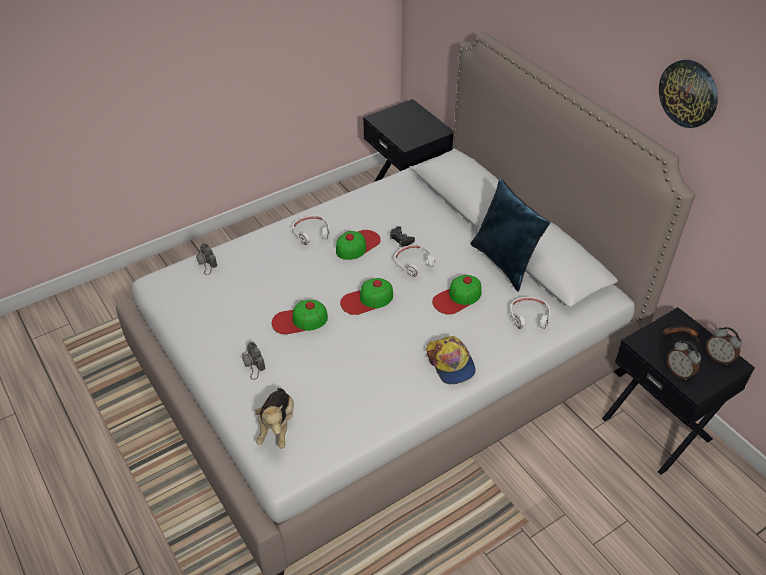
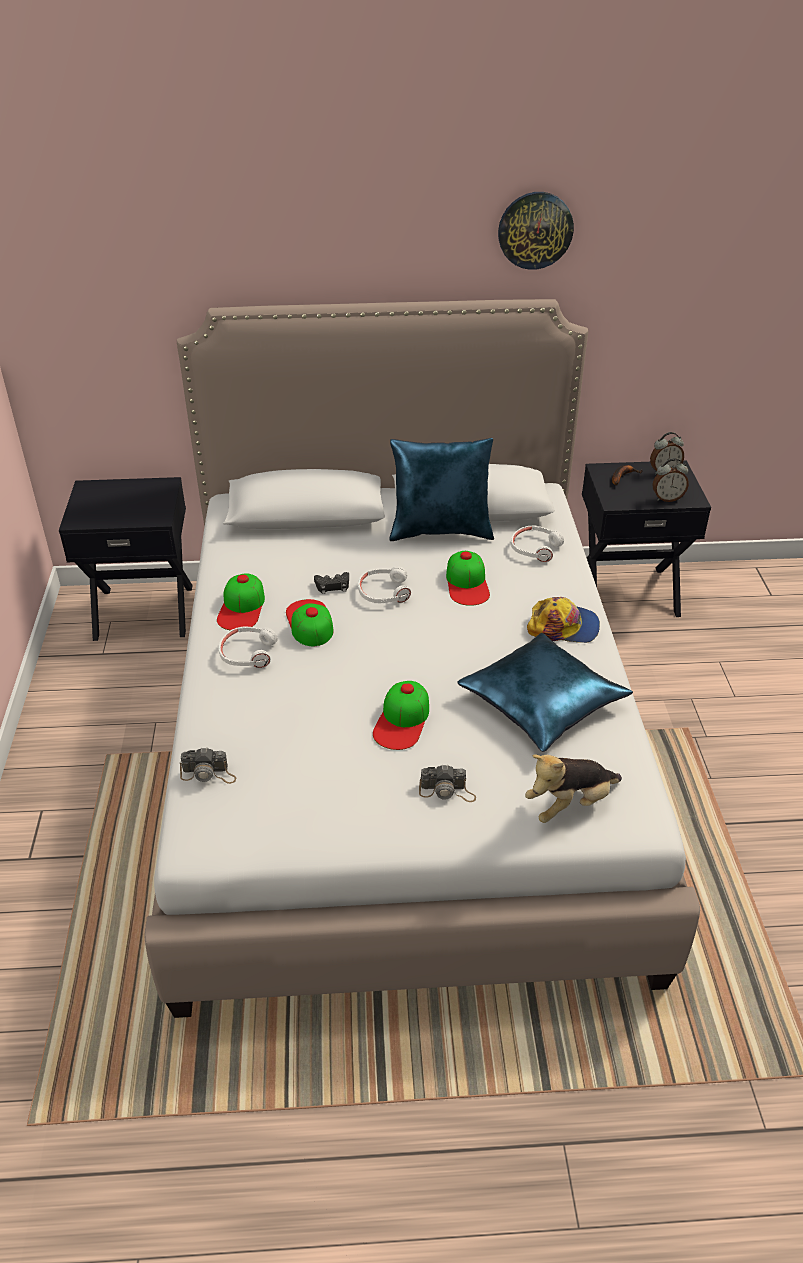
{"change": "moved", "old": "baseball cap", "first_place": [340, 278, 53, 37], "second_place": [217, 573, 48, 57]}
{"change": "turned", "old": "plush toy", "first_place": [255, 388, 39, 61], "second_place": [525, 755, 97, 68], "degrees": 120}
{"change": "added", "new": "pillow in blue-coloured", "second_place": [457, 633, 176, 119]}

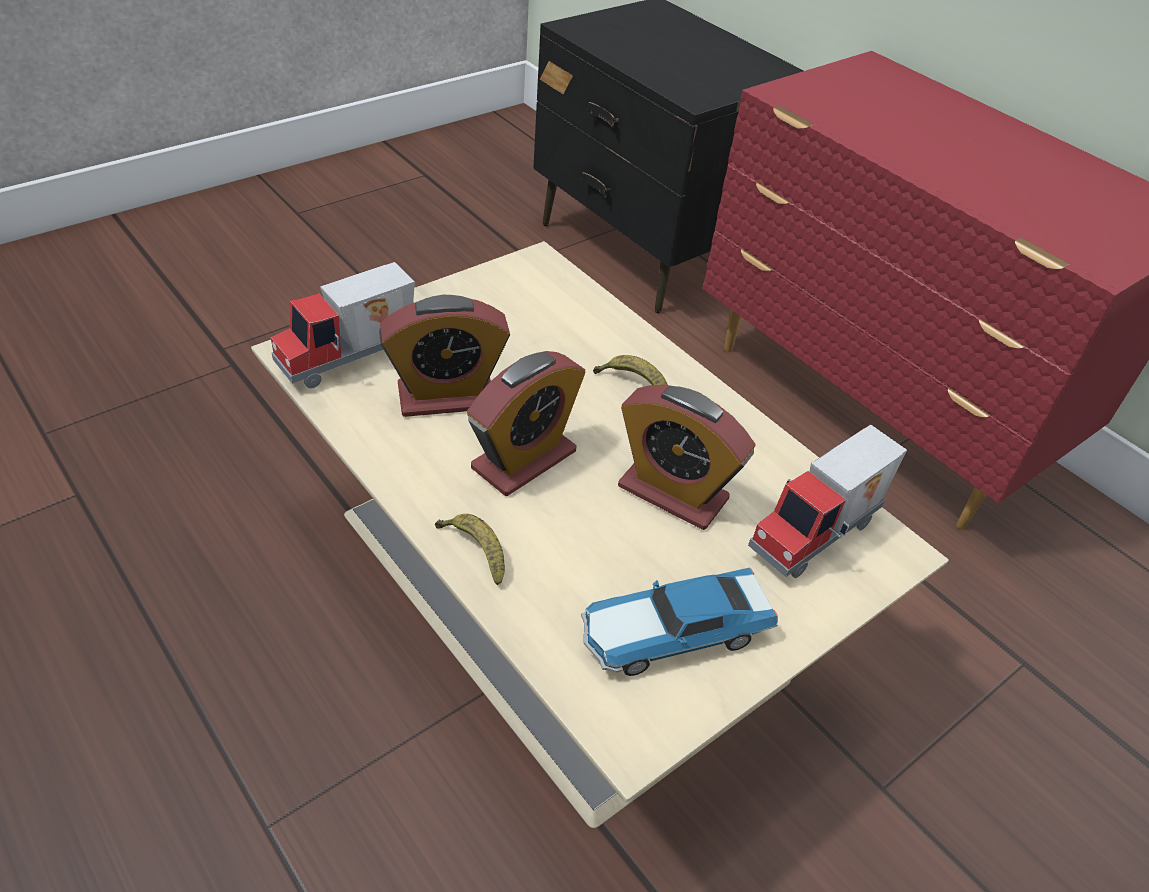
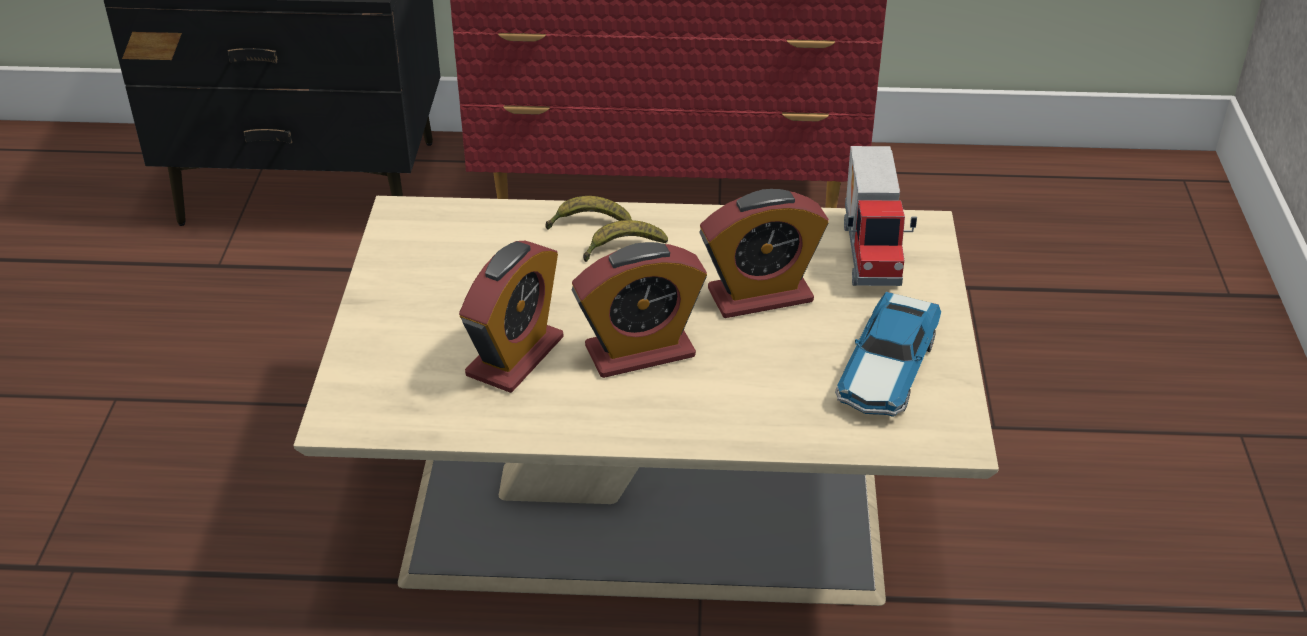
{"change": "removed", "old": "toy lorry", "first_place": [271, 262, 144, 126]}
{"change": "turned", "old": "alarm clock", "first_place": [467, 351, 119, 145], "second_place": [572, 242, 135, 136], "degrees": 75}
{"change": "moved", "old": "banana fruit", "first_place": [434, 514, 71, 71], "second_place": [545, 196, 87, 34]}

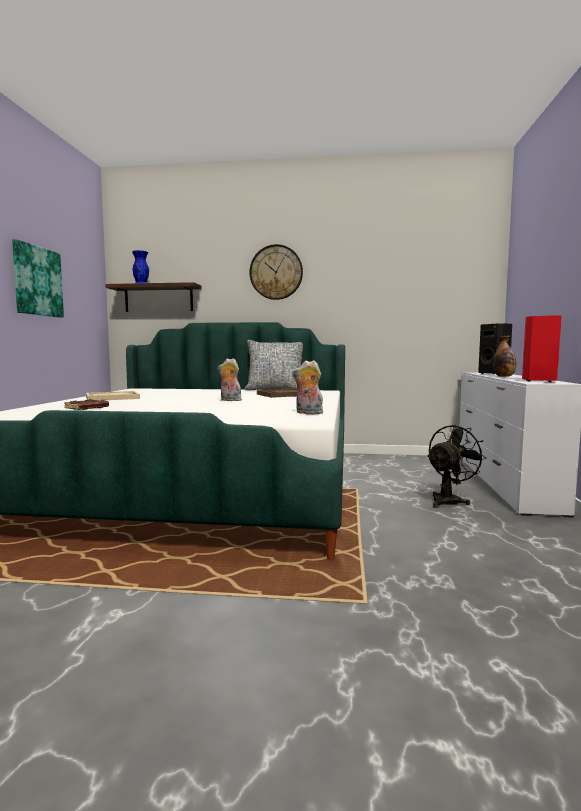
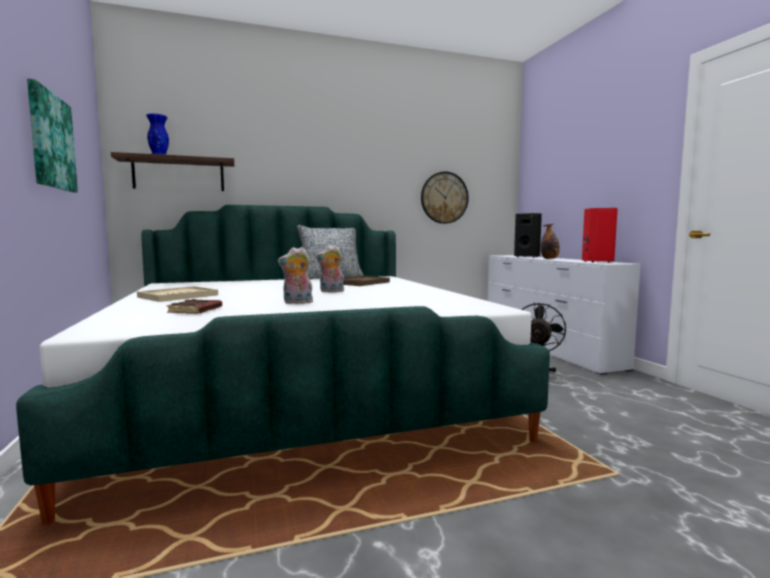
{"change": "moved", "old": "hanging clock", "first_place": [249, 244, 54, 56], "second_place": [421, 171, 48, 53]}
{"change": "moved", "old": "plush toy", "first_place": [292, 360, 31, 55], "second_place": [278, 247, 35, 57]}

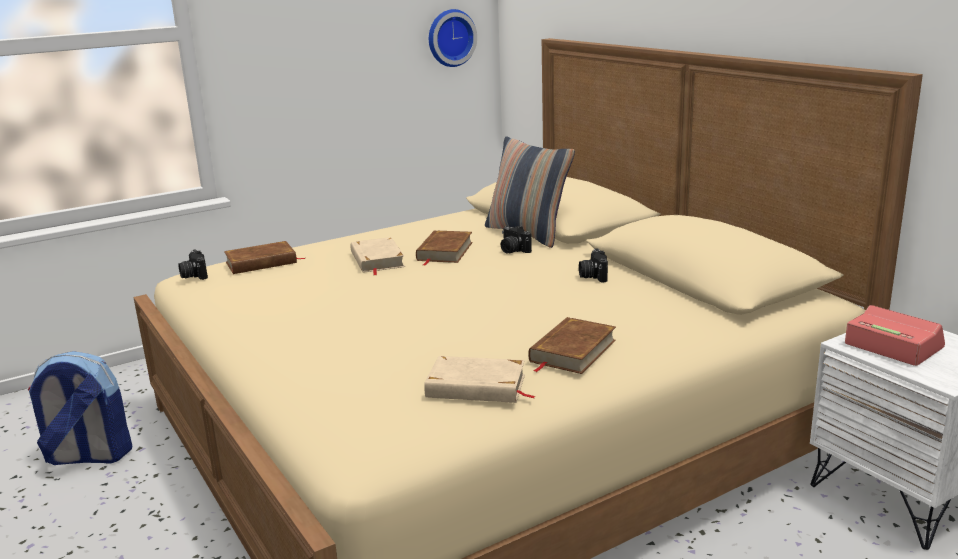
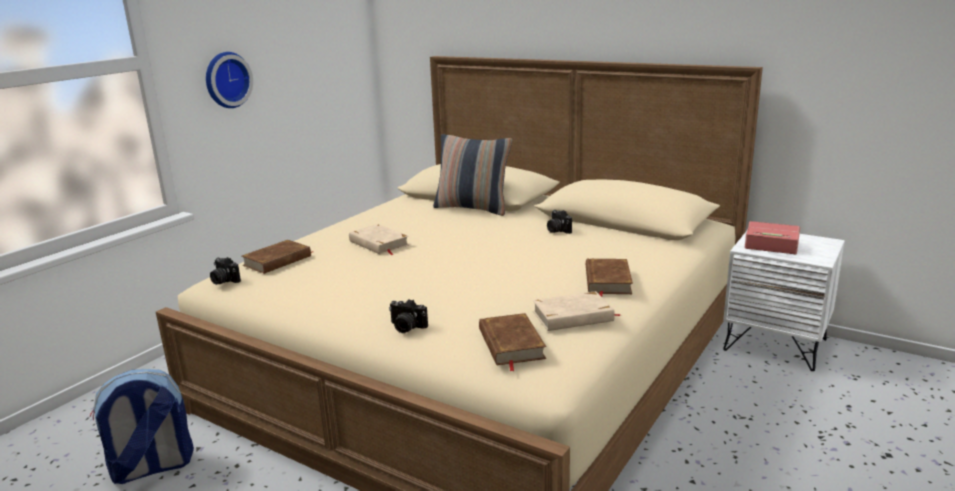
{"change": "moved", "old": "hanging clock", "first_place": [429, 9, 48, 58], "second_place": [206, 52, 47, 56]}
{"change": "moved", "old": "photo camera", "first_place": [501, 226, 31, 27], "second_place": [389, 299, 39, 34]}
{"change": "moved", "old": "volume in brown", "first_place": [416, 230, 57, 36], "second_place": [479, 313, 67, 58]}

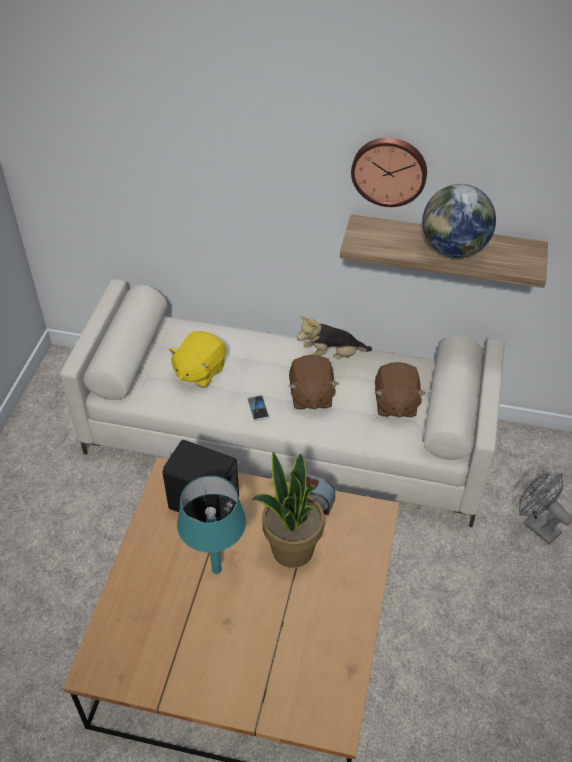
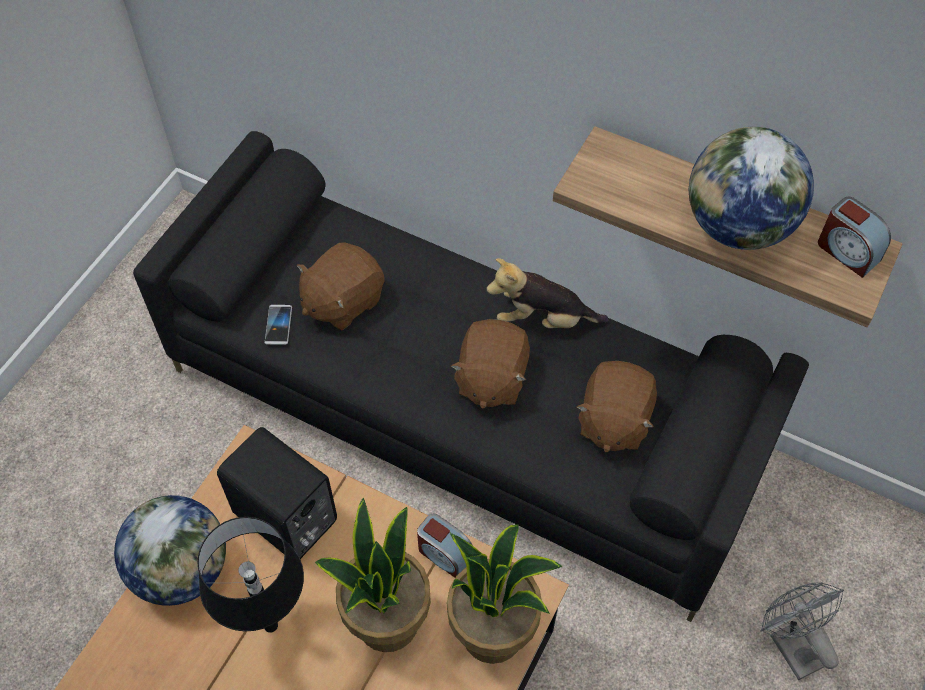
{"change": "removed", "old": "hanging clock", "first_place": [351, 138, 76, 69]}
{"change": "recoloured", "old": "couch in sand-coloured", "new": "couch in black-coloured", "first_place": [60, 279, 445, 248], "second_place": [133, 131, 676, 491]}
{"change": "recoloured", "old": "plush toy in yellow-coloured", "new": "plush toy in brown", "first_place": [169, 331, 57, 57], "second_place": [297, 242, 88, 88]}
{"change": "moved", "old": "telephone", "first_place": [247, 395, 22, 26], "second_place": [265, 305, 27, 40]}
{"change": "recoloured", "old": "table lamp in turquoise-coloured", "new": "table lamp in black-coloured", "first_place": [177, 476, 69, 98], "second_place": [198, 517, 106, 116]}
{"change": "added", "new": "alarm clock", "second_place": [818, 197, 73, 81]}
{"change": "added", "new": "world globe", "second_place": [114, 495, 112, 111]}
{"change": "added", "new": "houseplant", "second_place": [447, 524, 115, 140]}

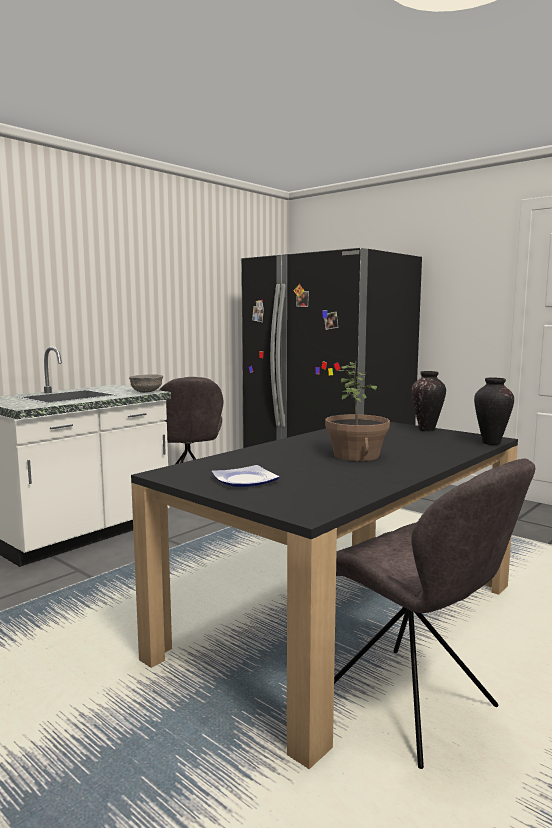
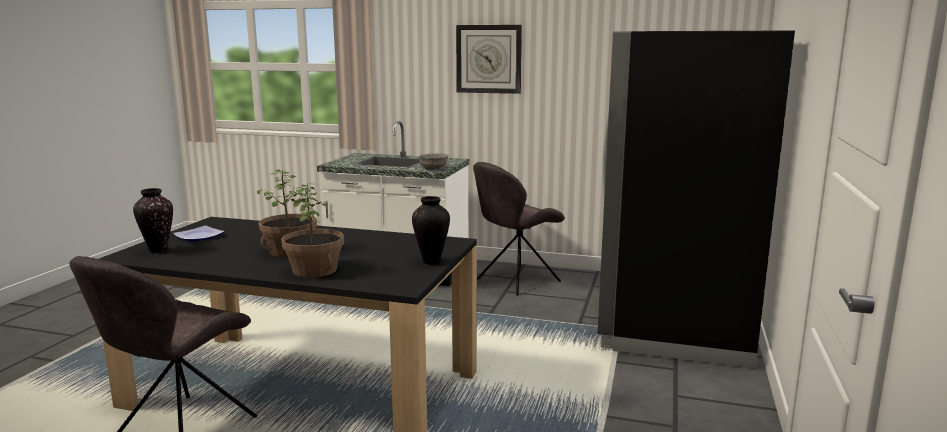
{"change": "moved", "old": "vase", "first_place": [474, 378, 40, 67], "second_place": [133, 188, 40, 65]}
{"change": "added", "new": "hanging clock", "second_place": [456, 25, 66, 69]}
{"change": "added", "new": "houseplant", "second_place": [281, 183, 63, 95]}

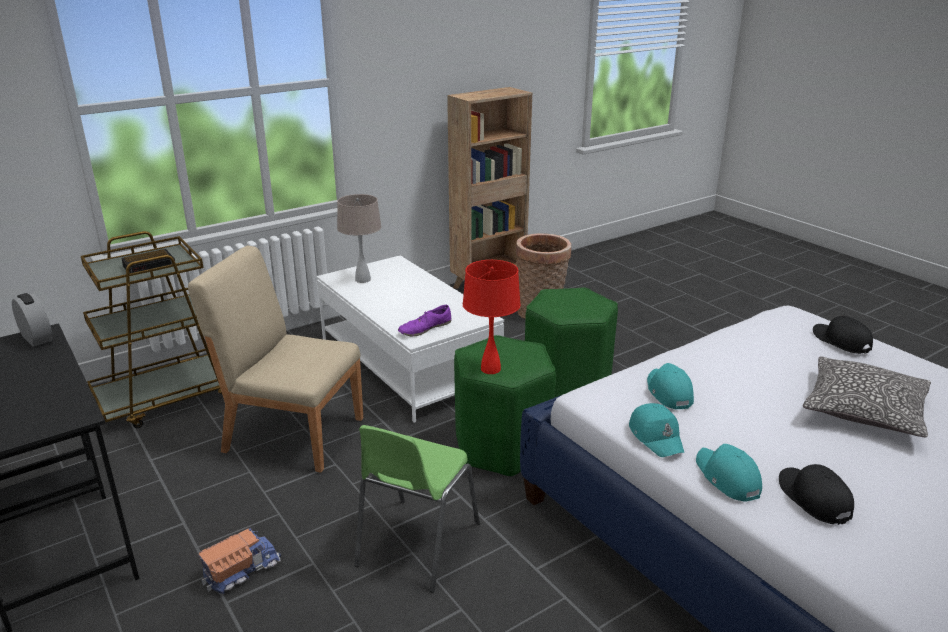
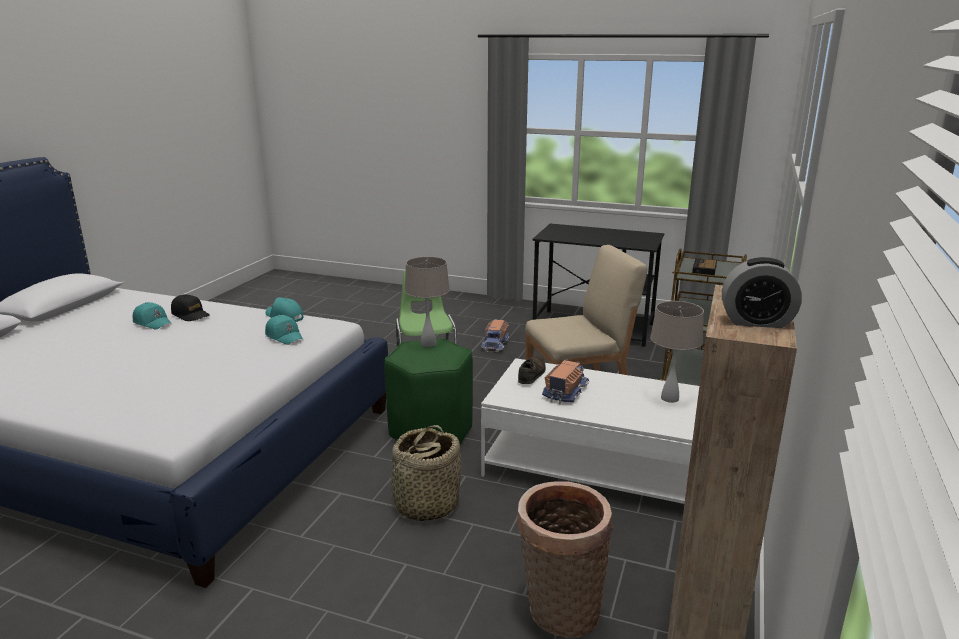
{"change": "recoloured", "old": "table lamp in reddish", "new": "table lamp in sand-coloured", "first_place": [463, 260, 58, 114], "second_place": [405, 256, 45, 91]}
{"change": "replaced", "old": "sitting stool in greenish", "new": "household basket", "first_place": [525, 287, 93, 110], "second_place": [387, 425, 74, 96]}
{"change": "moved", "old": "alarm clock", "first_place": [12, 293, 41, 54], "second_place": [722, 257, 80, 71]}
{"change": "recoloured", "old": "shoe in purplish", "new": "shoe in brown", "first_place": [398, 305, 54, 31], "second_place": [518, 355, 28, 29]}
{"change": "removed", "old": "baseball cap in black-coloured", "first_place": [813, 316, 60, 38]}
{"change": "removed", "old": "pillow", "first_place": [803, 356, 128, 81]}
{"change": "moved", "old": "baseball cap in turquoise-coloured", "first_place": [696, 444, 66, 58], "second_place": [133, 302, 39, 27]}
{"change": "added", "new": "toy lorry", "second_place": [542, 359, 48, 45]}

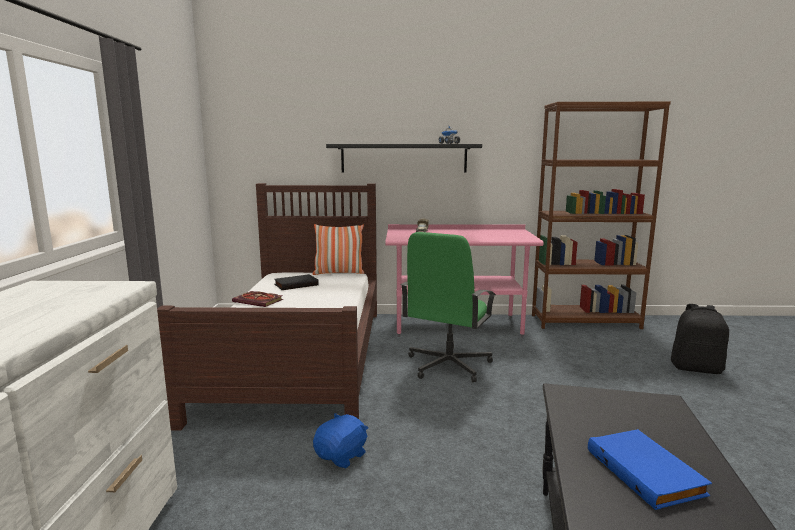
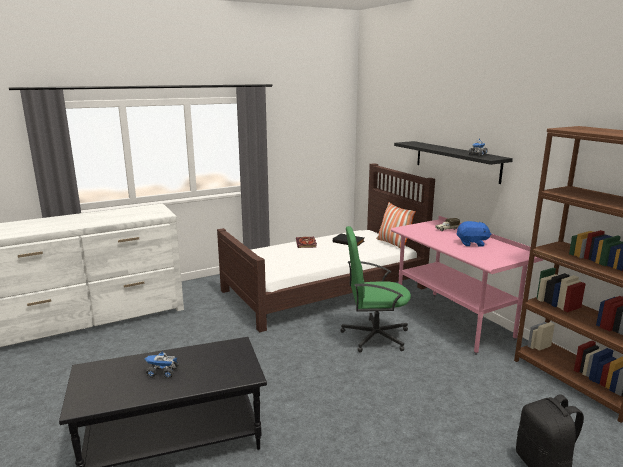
{"change": "moved", "old": "plush toy in blue-coloured", "first_place": [313, 413, 55, 55], "second_place": [456, 221, 36, 26]}
{"change": "replaced", "old": "volume in blue-coloured", "new": "toy lorry", "first_place": [588, 429, 124, 81], "second_place": [145, 351, 34, 27]}

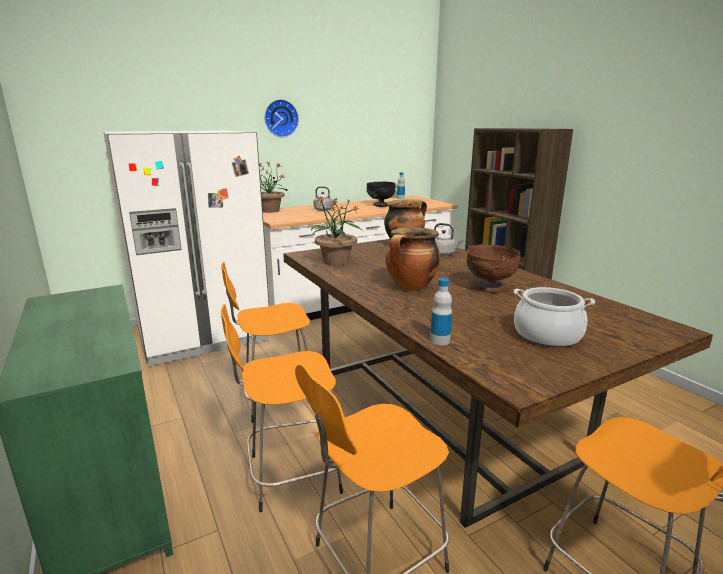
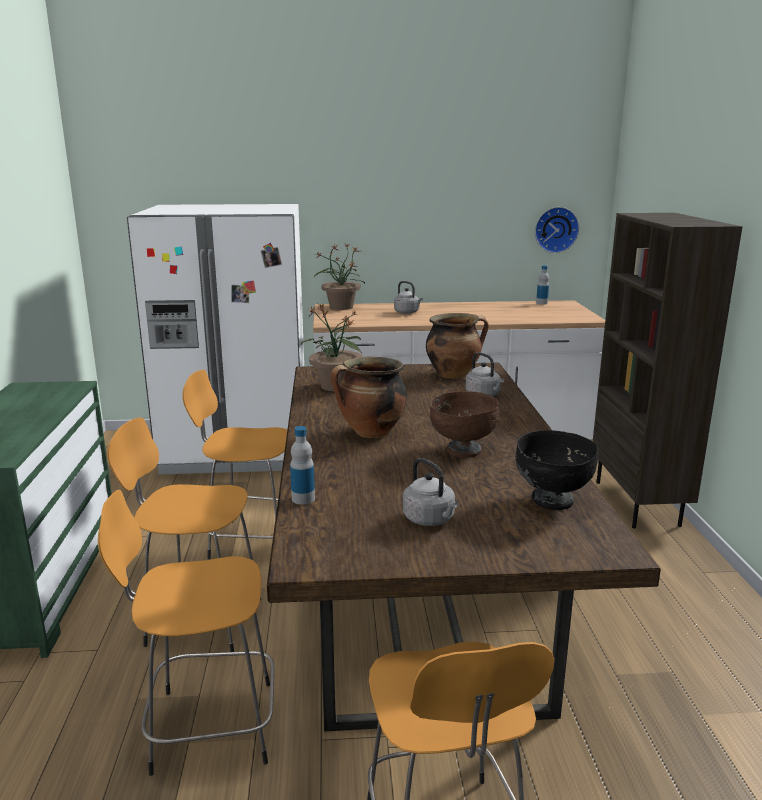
{"change": "moved", "old": "hanging clock", "first_place": [264, 99, 35, 38], "second_place": [535, 207, 44, 46]}
{"change": "moved", "old": "bowl in black-coloured", "first_place": [367, 182, 28, 25], "second_place": [515, 430, 83, 80]}
{"change": "replaced", "old": "cooking pot", "new": "tea kettle in greyish", "first_place": [514, 287, 81, 61], "second_place": [403, 458, 55, 68]}

